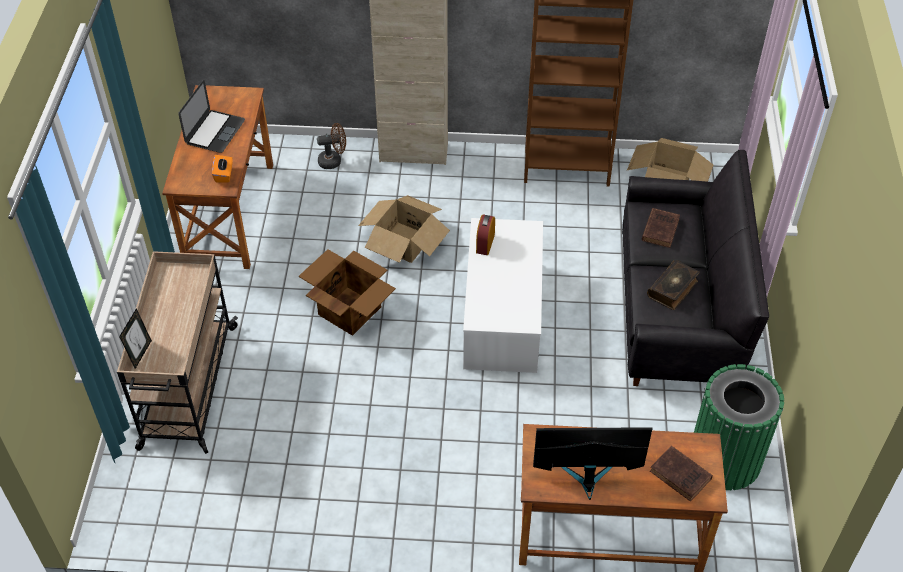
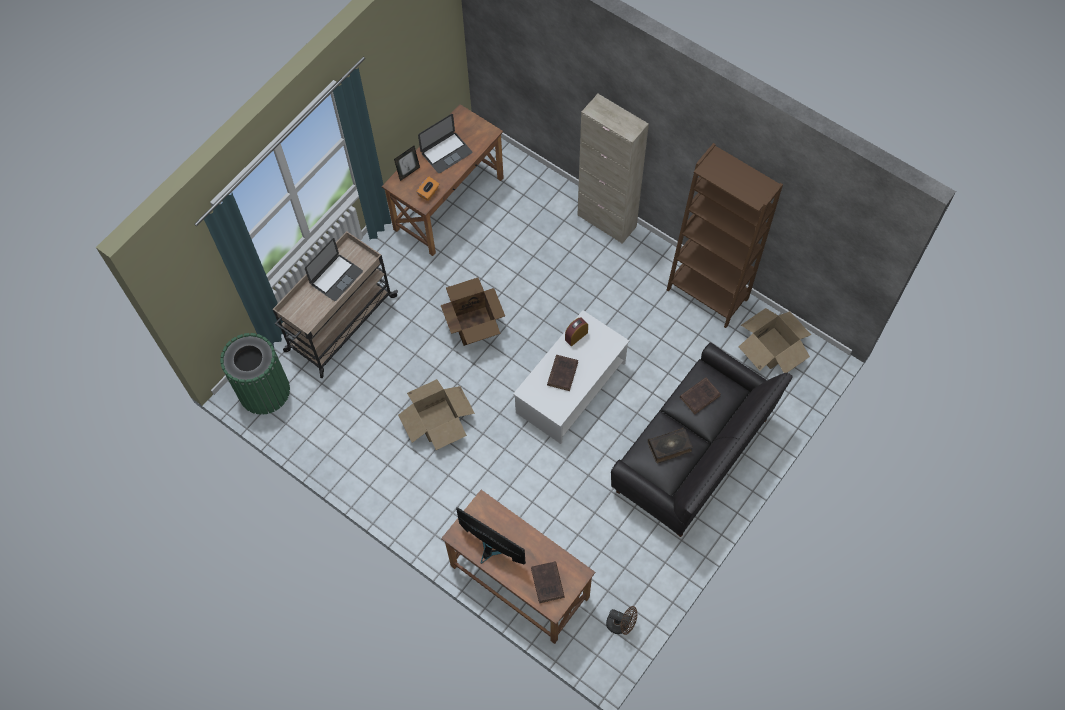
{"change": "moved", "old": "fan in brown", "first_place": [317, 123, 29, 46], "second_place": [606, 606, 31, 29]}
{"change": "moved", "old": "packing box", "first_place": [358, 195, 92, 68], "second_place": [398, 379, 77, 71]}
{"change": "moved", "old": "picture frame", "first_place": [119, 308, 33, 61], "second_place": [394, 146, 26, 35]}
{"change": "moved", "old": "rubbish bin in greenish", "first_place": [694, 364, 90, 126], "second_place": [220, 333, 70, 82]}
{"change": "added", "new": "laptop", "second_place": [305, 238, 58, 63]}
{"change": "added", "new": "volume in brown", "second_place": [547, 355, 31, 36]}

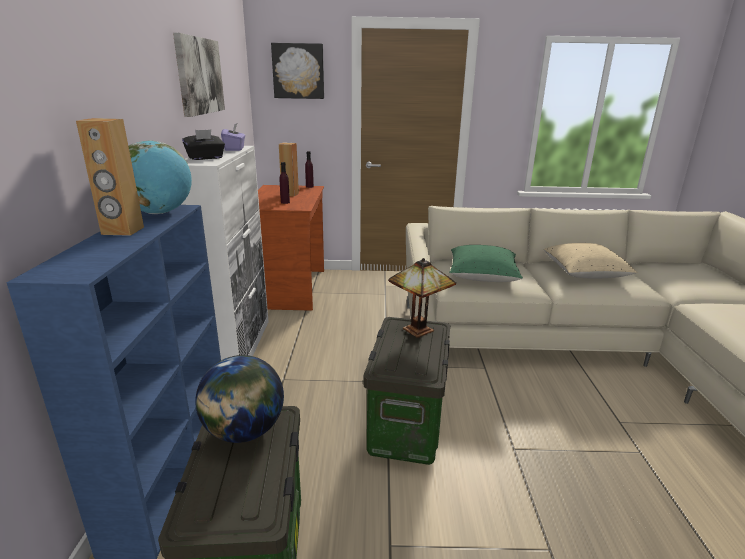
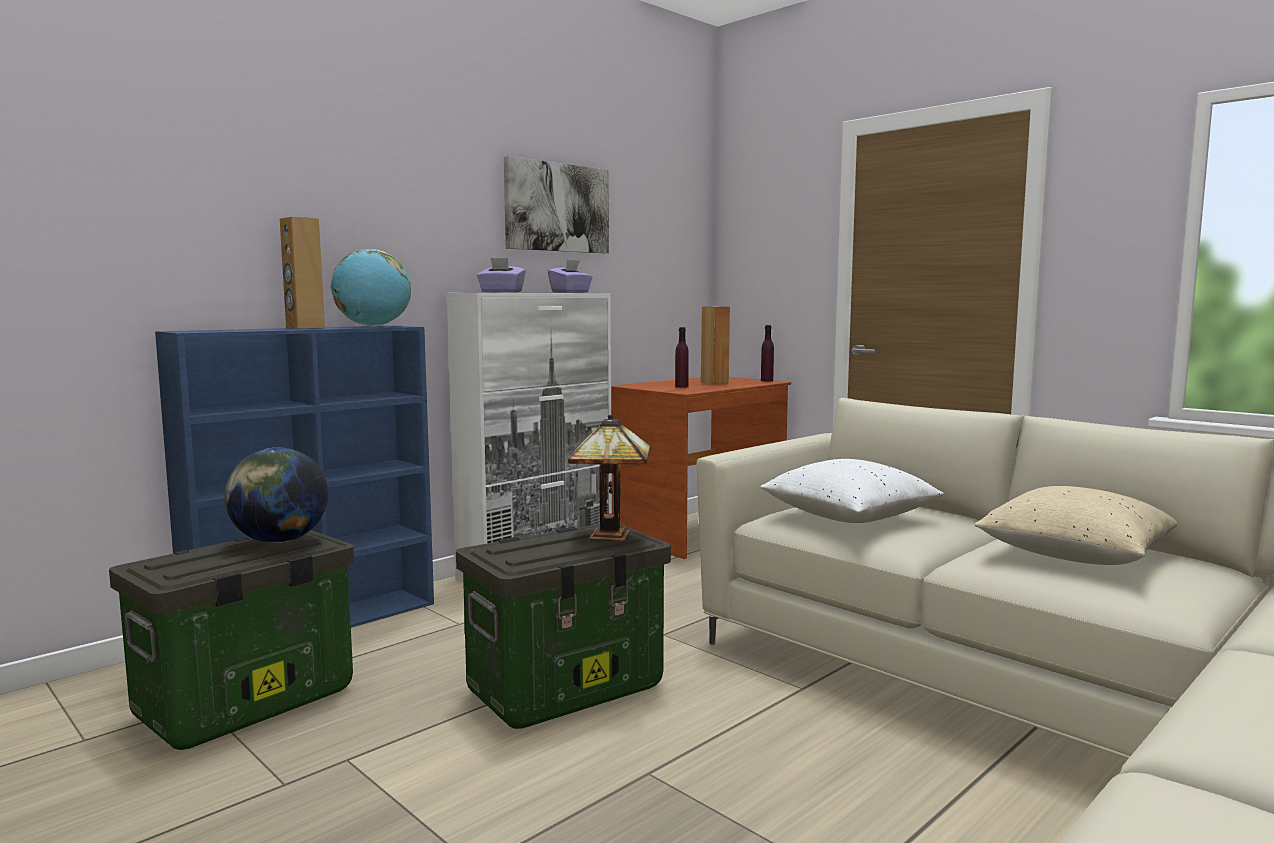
{"change": "removed", "old": "wall picture", "first_place": [271, 43, 53, 56]}
{"change": "recoloured", "old": "tissue box in black-coloured", "new": "tissue box in purplish", "first_place": [182, 130, 43, 30], "second_place": [477, 258, 49, 34]}
{"change": "recoloured", "old": "pillow in greenish", "new": "pillow in white", "first_place": [449, 245, 74, 37], "second_place": [760, 459, 184, 64]}

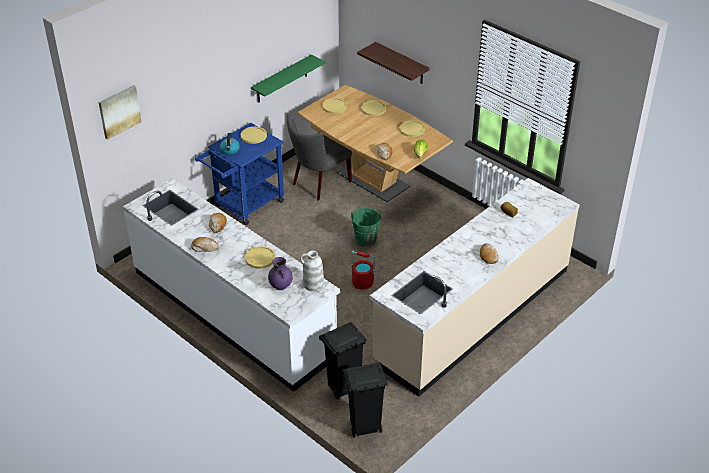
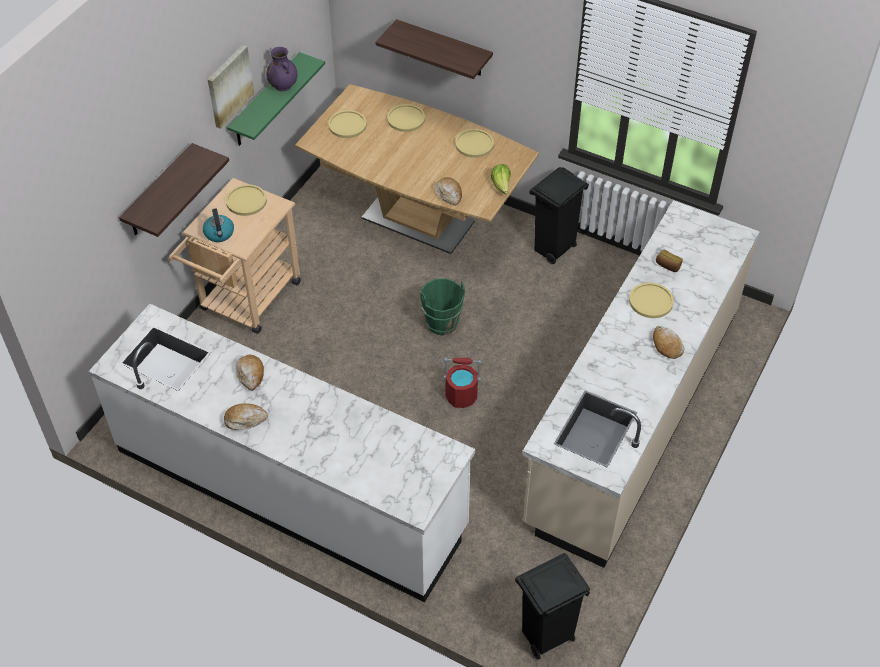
{"change": "moved", "old": "wall picture", "first_place": [99, 85, 43, 55], "second_place": [208, 45, 46, 84]}
{"change": "removed", "old": "upright chair in greyish", "first_place": [287, 114, 65, 87]}
{"change": "recoloured", "old": "trolley in blue-coloured", "new": "trolley in sand-coloured", "first_place": [195, 123, 89, 102], "second_place": [168, 178, 133, 156]}
{"change": "moved", "old": "flat dish in yellow-coloured", "first_place": [245, 246, 31, 23], "second_place": [629, 283, 45, 35]}
{"change": "removed", "old": "vase in white", "first_place": [300, 251, 24, 40]}
{"change": "moved", "old": "vase in purplish", "first_place": [268, 257, 25, 33], "second_place": [266, 47, 32, 44]}
{"change": "moved", "old": "rubbish bin in black-coloured", "first_place": [319, 322, 47, 78], "second_place": [529, 167, 60, 97]}
{"change": "added", "new": "wall shelf", "second_place": [119, 143, 110, 94]}

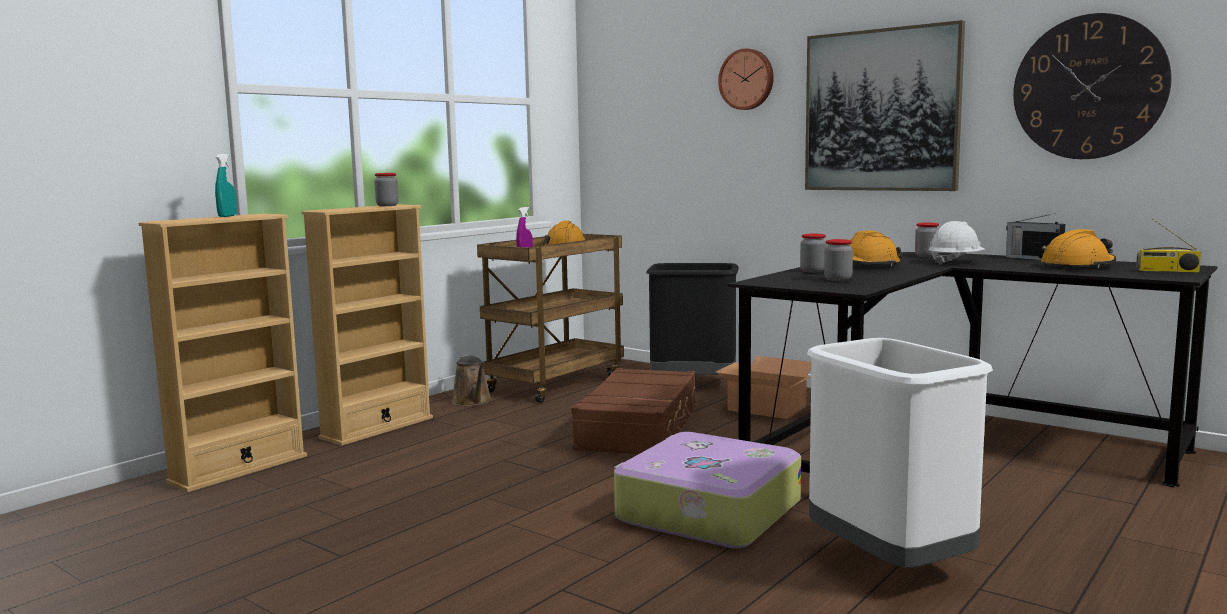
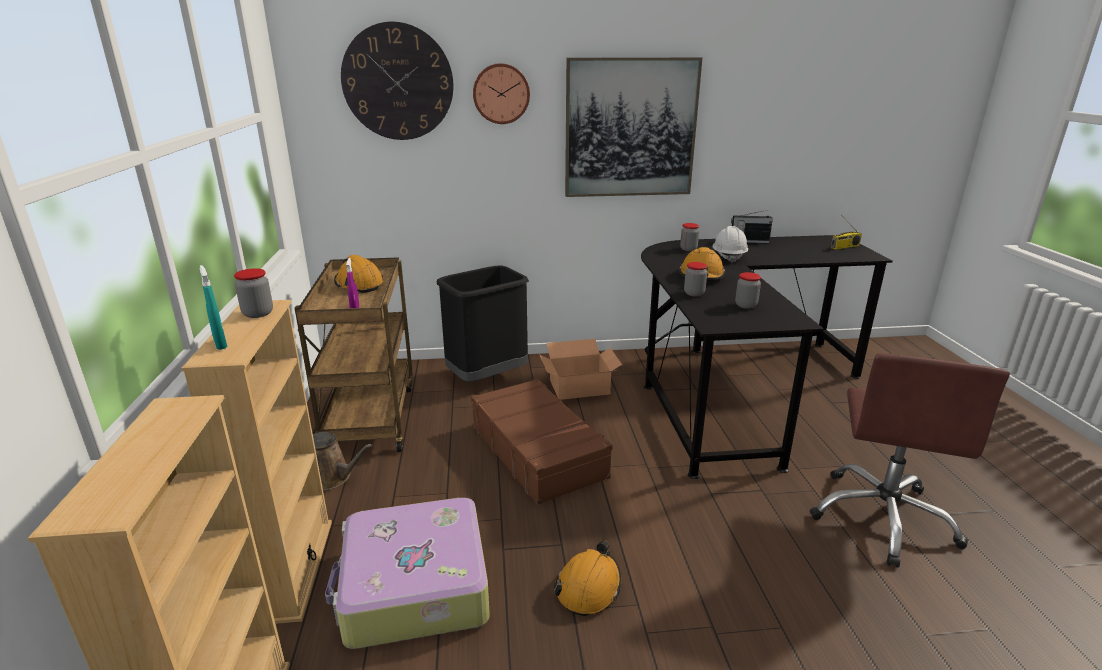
{"change": "moved", "old": "hanging clock", "first_place": [1013, 13, 159, 146], "second_place": [341, 22, 112, 118]}
{"change": "moved", "old": "spray bottle in turquoise-coloured", "first_place": [215, 154, 22, 63], "second_place": [200, 265, 27, 85]}
{"change": "moved", "old": "hard hat in orange-coloured", "first_place": [1038, 229, 78, 41], "second_place": [554, 540, 67, 76]}
{"change": "replaced", "old": "rubbish bin in white", "new": "office chair in brown", "first_place": [807, 338, 186, 230], "second_place": [810, 353, 200, 214]}
{"change": "moved", "old": "travel case", "first_place": [614, 432, 187, 116], "second_place": [325, 498, 165, 151]}

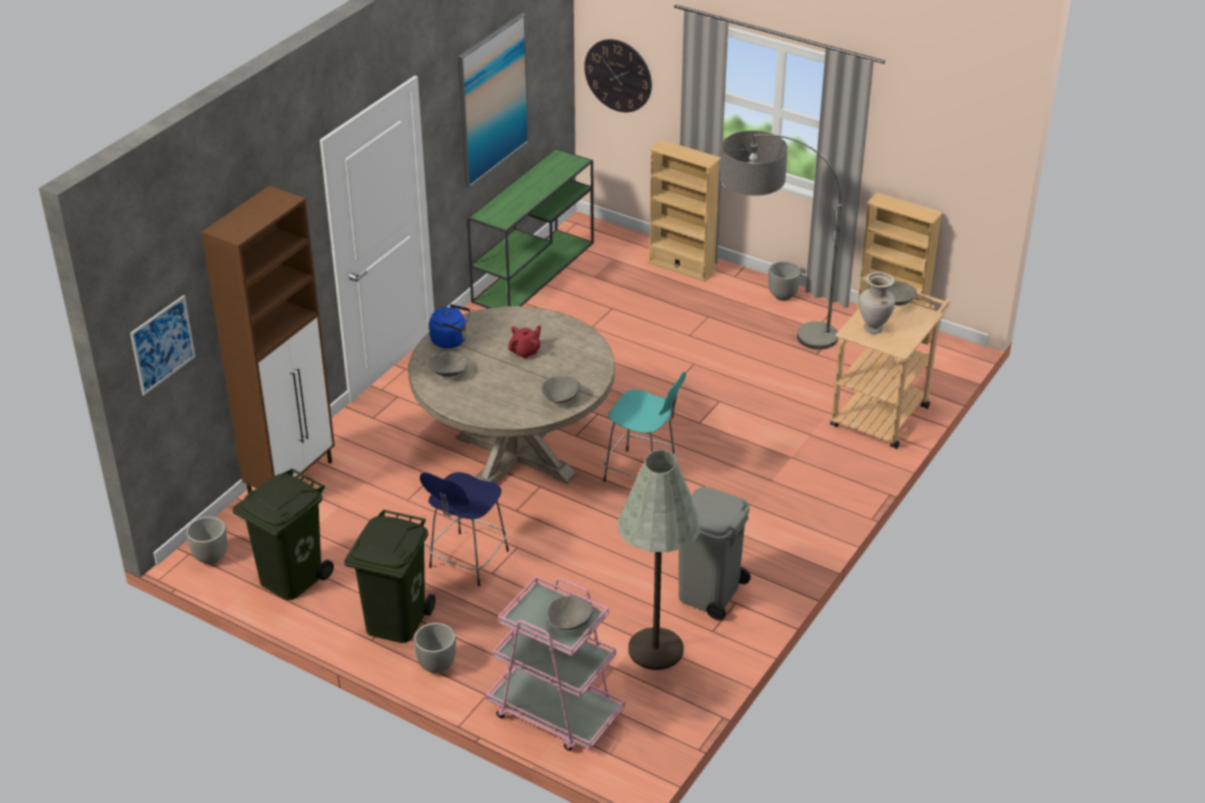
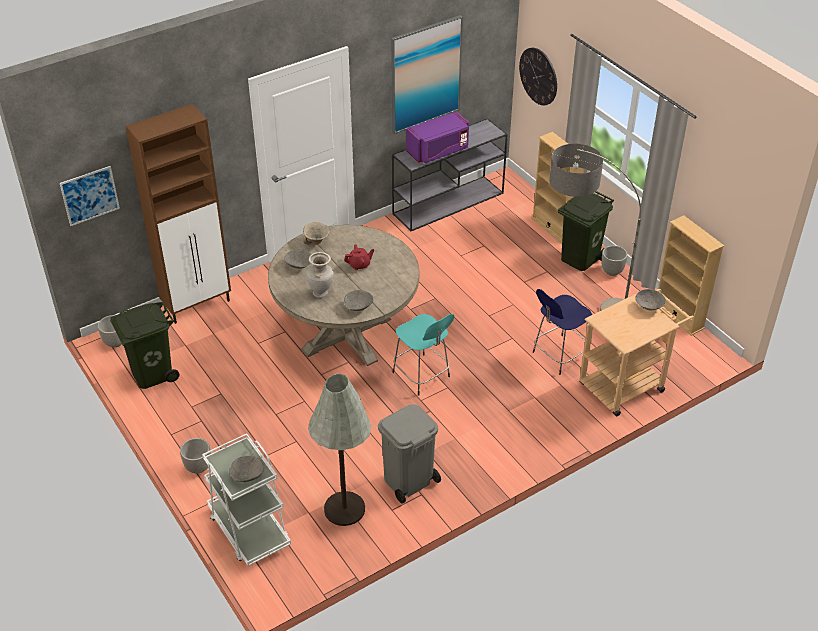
{"change": "recoloured", "old": "console table in greenish", "new": "console table in greyish", "first_place": [467, 148, 127, 160], "second_place": [392, 118, 116, 113]}
{"change": "moved", "old": "vase in sand-coloured", "first_place": [859, 272, 36, 62], "second_place": [306, 252, 28, 46]}
{"change": "replaced", "old": "tea kettle in blue-coloured", "new": "bowl in sand-coloured", "first_place": [429, 304, 41, 44], "second_place": [303, 222, 27, 23]}
{"change": "moved", "old": "sitting stool in blue-coloured", "first_place": [420, 472, 89, 114], "second_place": [533, 289, 59, 86]}
{"change": "moved", "old": "rubbish bin in greenish", "first_place": [344, 510, 91, 133], "second_place": [558, 191, 56, 80]}
{"change": "recoloured", "old": "trolley in pink-coloured", "new": "trolley in white", "first_place": [486, 576, 139, 175], "second_place": [202, 433, 89, 133]}
{"change": "added", "new": "microwave oven in purplish", "second_place": [406, 111, 63, 52]}

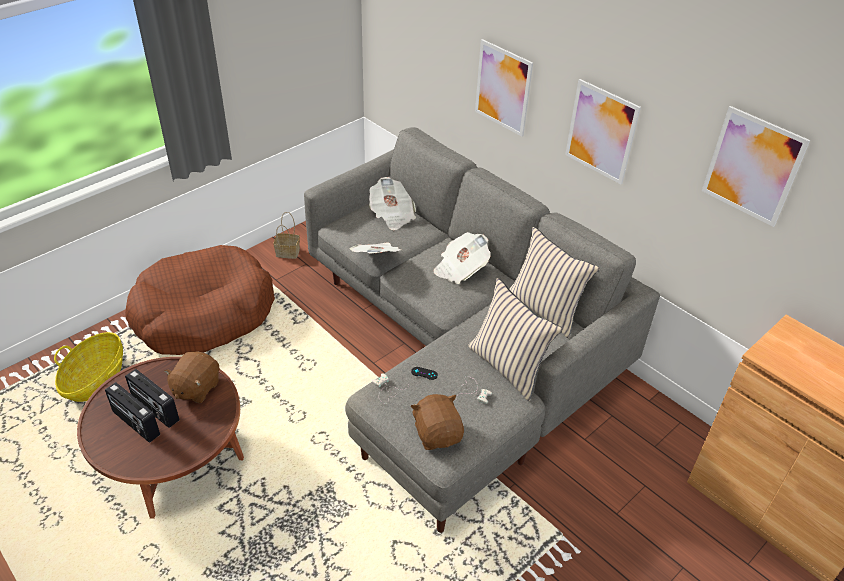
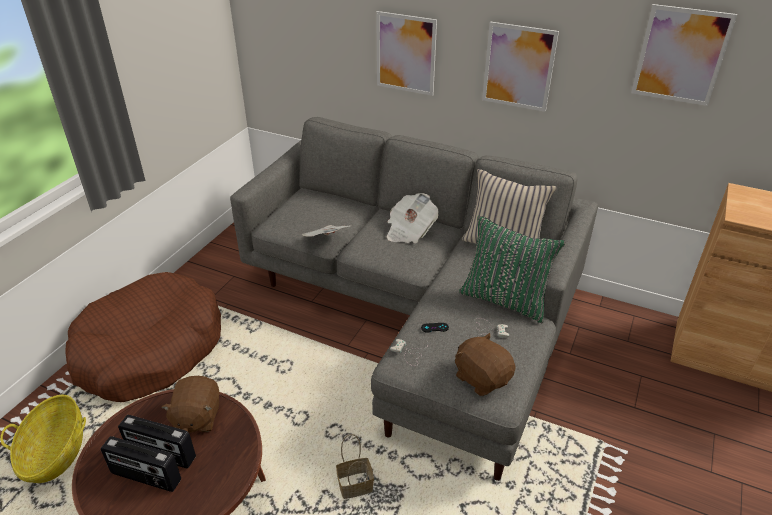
{"change": "removed", "old": "newspaper", "first_place": [369, 177, 47, 53]}
{"change": "moved", "old": "household basket", "first_place": [273, 212, 27, 47], "second_place": [336, 434, 38, 65]}
{"change": "recoloured", "old": "pillow in sand-coloured", "new": "pillow in greenish", "first_place": [468, 278, 95, 123], "second_place": [459, 216, 107, 108]}

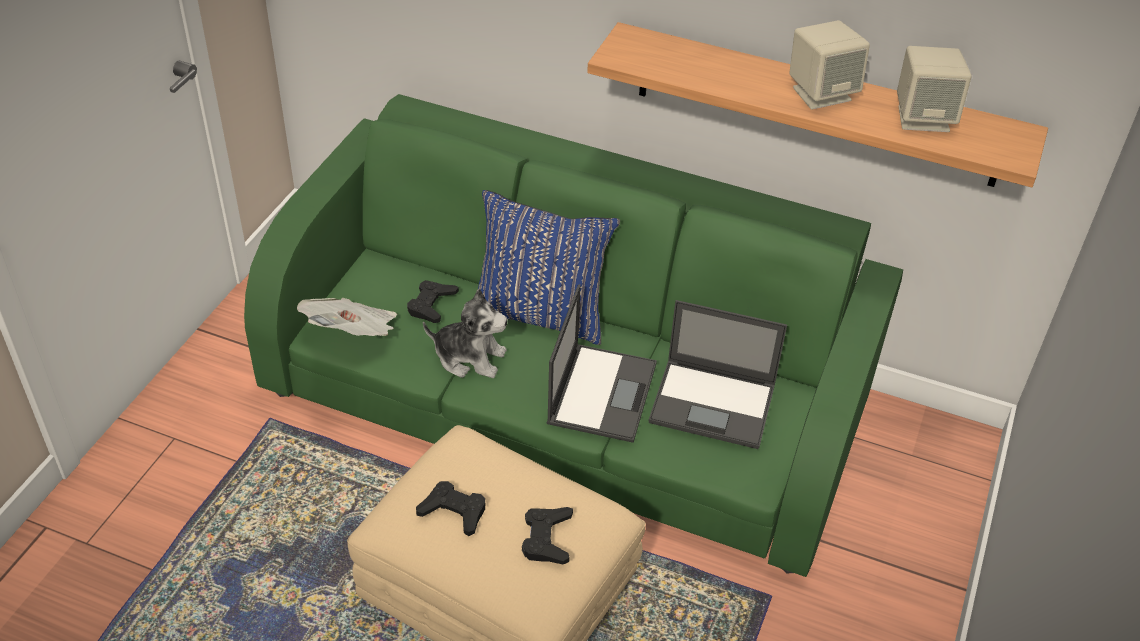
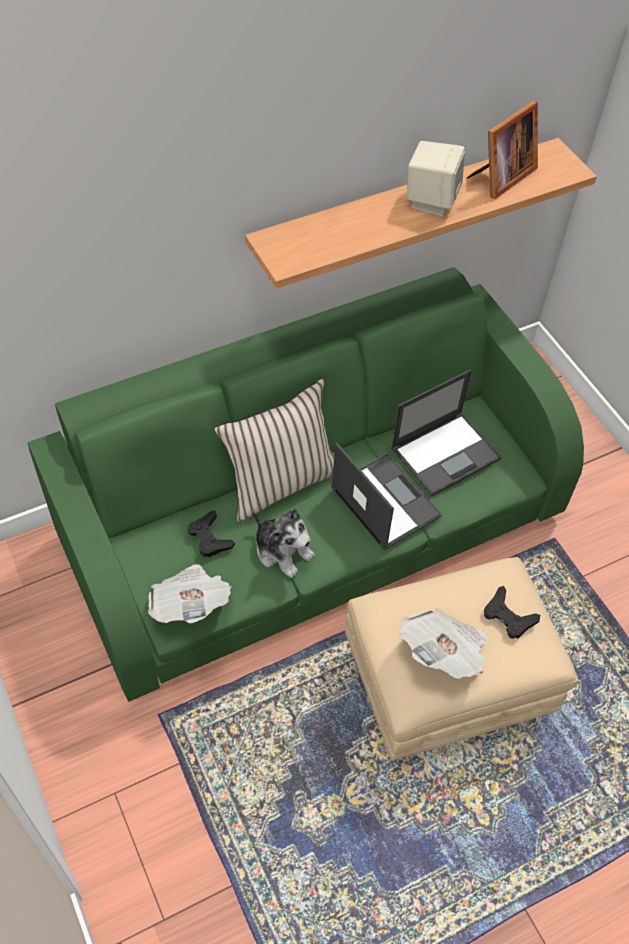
{"change": "replaced", "old": "speaker in sand-coloured", "new": "picture frame", "first_place": [897, 46, 75, 86], "second_place": [467, 101, 71, 98]}
{"change": "recoloured", "old": "pillow in blue-coloured", "new": "pillow in sand-coloured", "first_place": [478, 190, 142, 155], "second_place": [214, 378, 120, 144]}
{"change": "turned", "old": "plush toy", "first_place": [423, 289, 85, 89], "second_place": [252, 509, 63, 69], "degrees": 75}
{"change": "replaced", "old": "game controller in black-coloured", "new": "newspaper", "first_place": [416, 481, 69, 55], "second_place": [399, 608, 89, 71]}

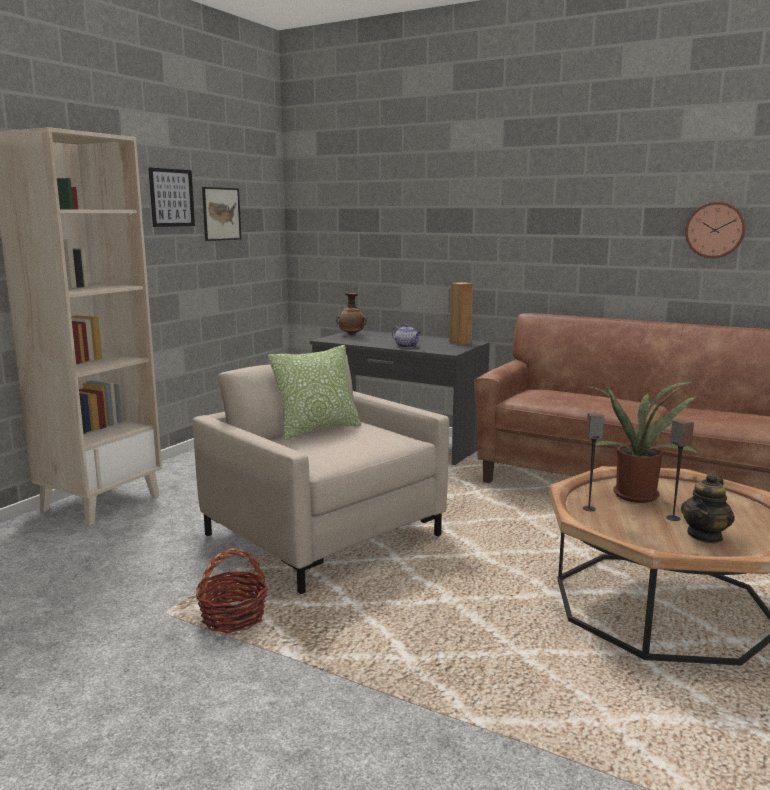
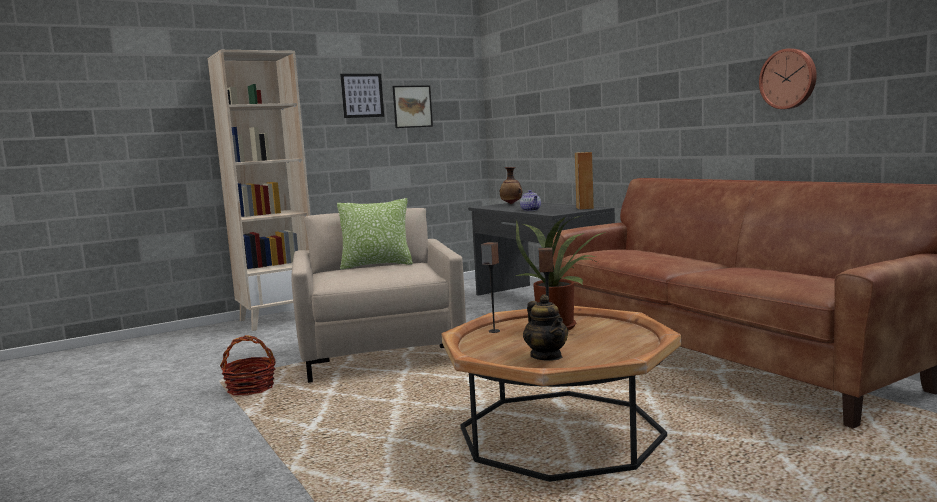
{"change": "turned", "old": "tea pot", "first_place": [681, 473, 54, 71], "second_place": [523, 294, 45, 67], "degrees": -90}

